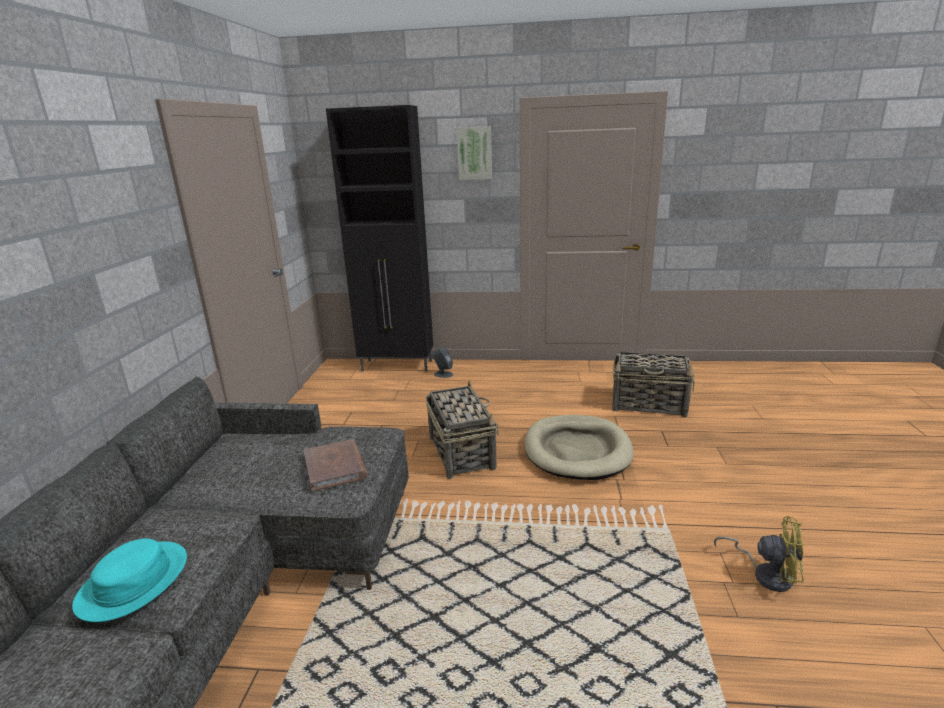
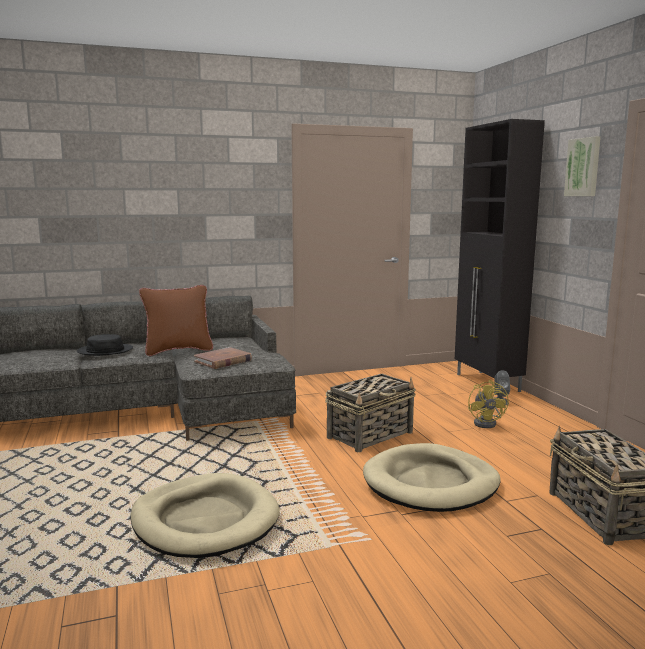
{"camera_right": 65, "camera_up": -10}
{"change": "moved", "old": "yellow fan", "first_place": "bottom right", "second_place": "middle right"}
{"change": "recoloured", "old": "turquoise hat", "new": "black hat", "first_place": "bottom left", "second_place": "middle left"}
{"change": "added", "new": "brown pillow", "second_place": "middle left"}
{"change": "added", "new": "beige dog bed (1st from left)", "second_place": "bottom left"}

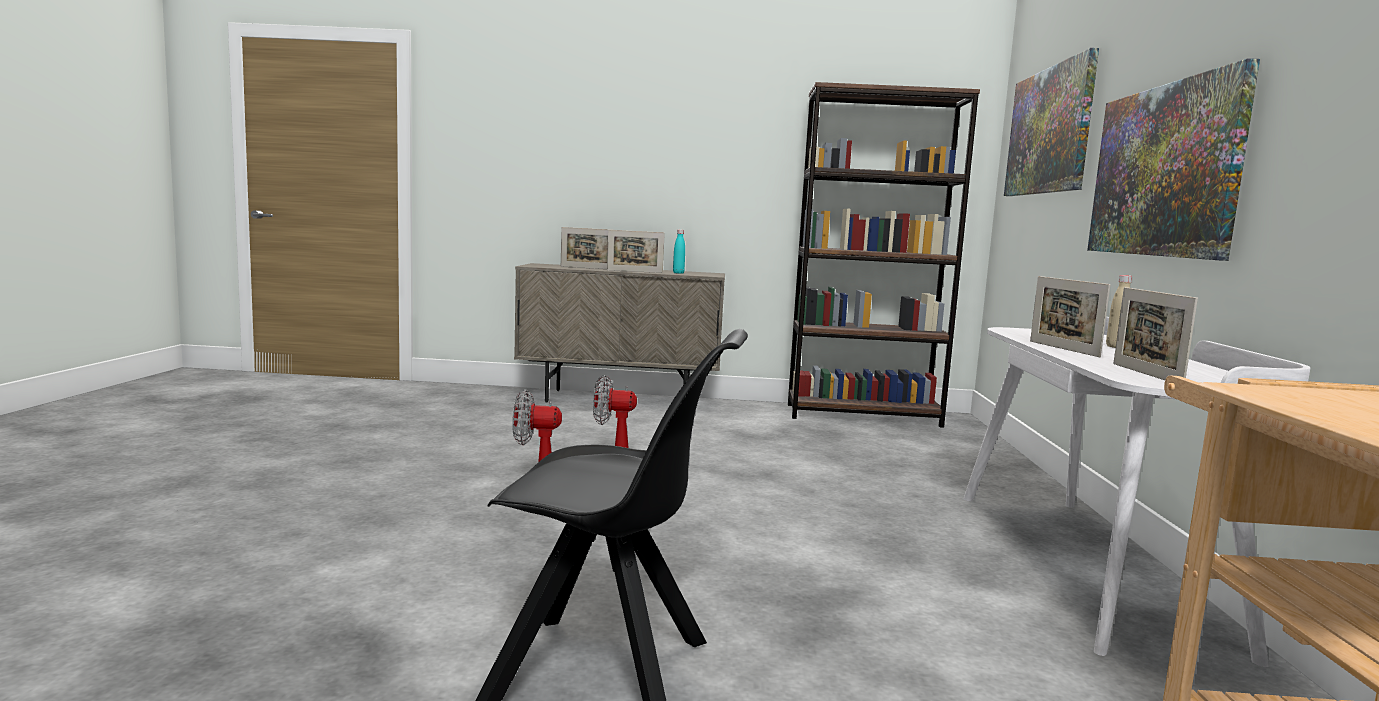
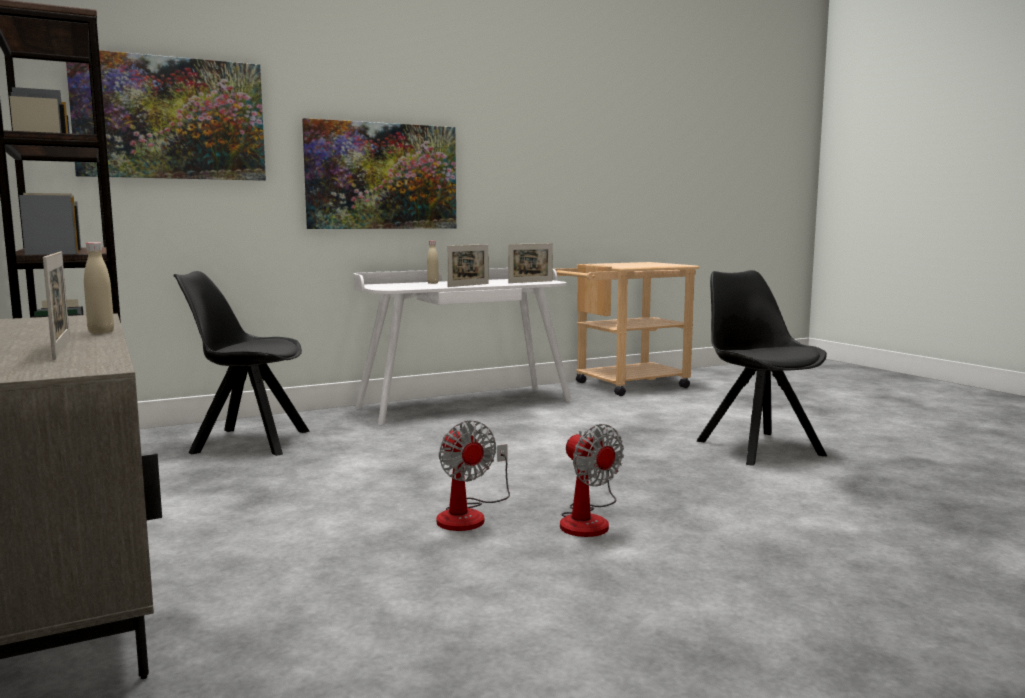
{"camera_right": -120, "camera_up": 0}
{"change": "replaced", "old": "picture frame (2nd from left)", "new": "beige bottle (1st from left)", "first_place": "centre", "second_place": "middle left"}
{"change": "removed", "old": "turquoise bottle", "first_place": "centre"}
{"change": "added", "new": "black chair (1st from left)", "second_place": "middle left"}

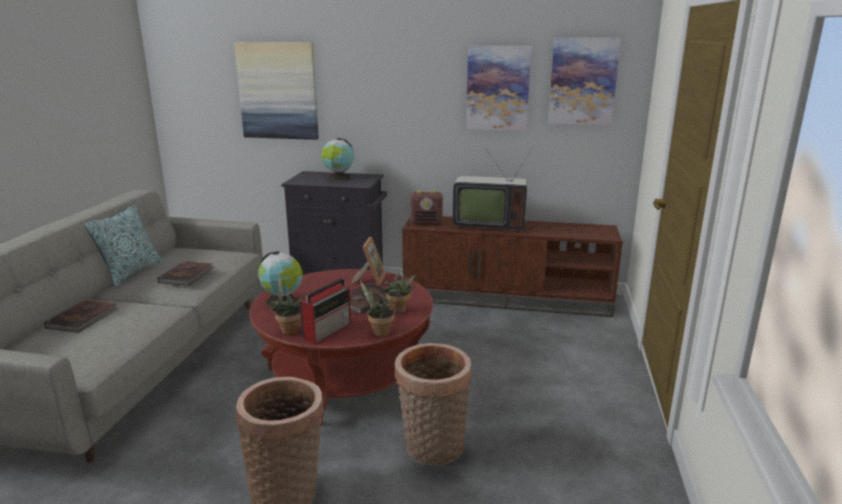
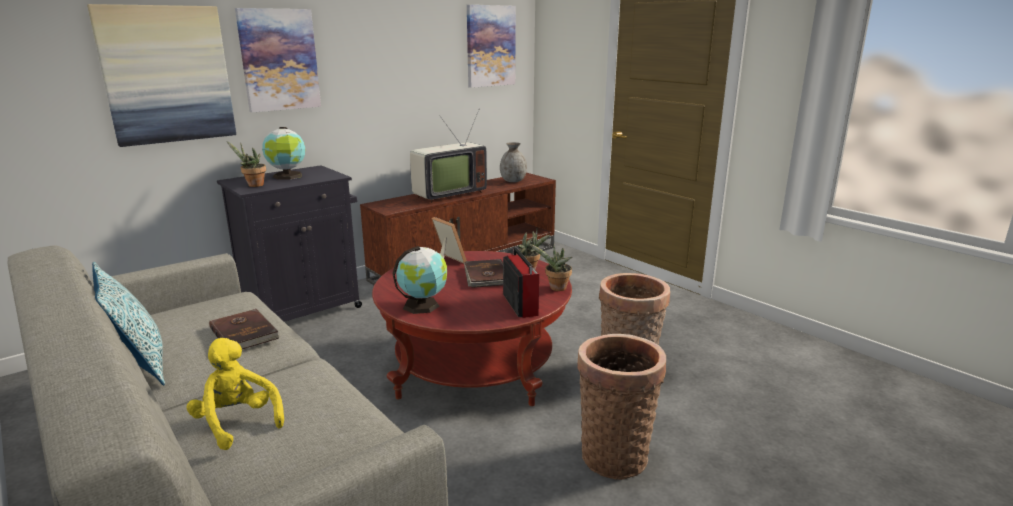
{"camera_right": -50, "camera_up": 0}
{"change": "moved", "old": "picture (2nd from left)", "first_place": "top centre", "second_place": "top left"}
{"change": "removed", "old": "radio (2nd from left)", "first_place": "centre"}
{"change": "moved", "old": "potted plant (1st from left)", "first_place": "centre", "second_place": "top left"}
{"change": "replaced", "old": "brown book (1st from left)", "new": "yellow plush toy", "first_place": "middle left", "second_place": "bottom left"}
{"change": "added", "new": "grey vase", "second_place": "top centre"}

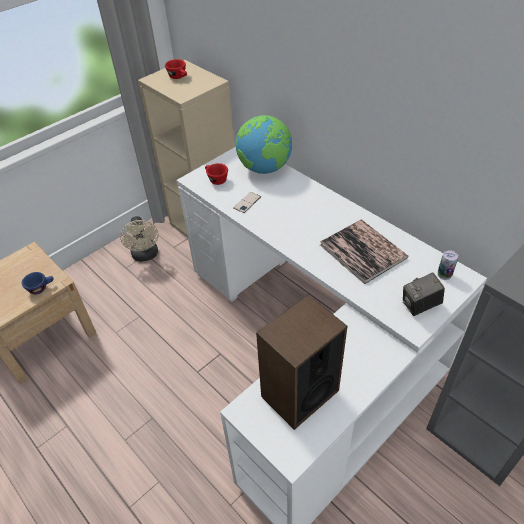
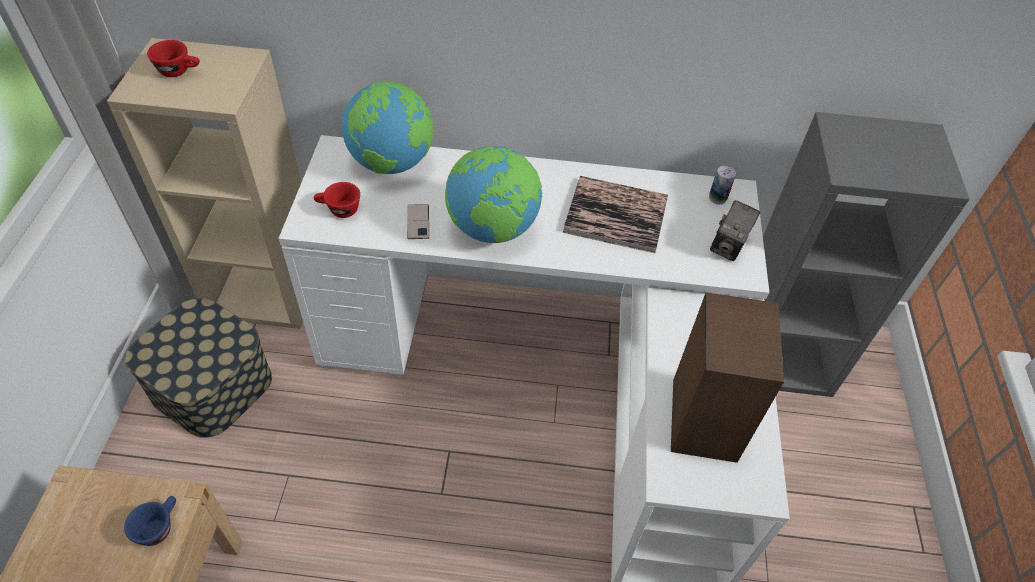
{"camera_right": -45, "camera_up": 5}
{"change": "replaced", "old": "beige fan", "new": "storage box", "first_place": "middle left", "second_place": "middle left"}
{"change": "added", "new": "globe (2nd from left)", "second_place": "centre"}

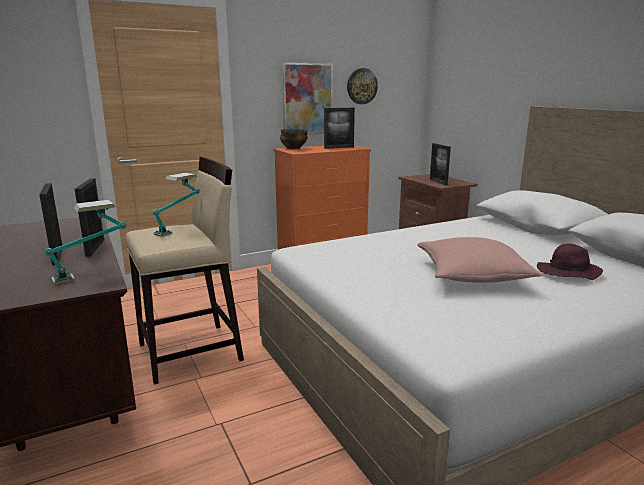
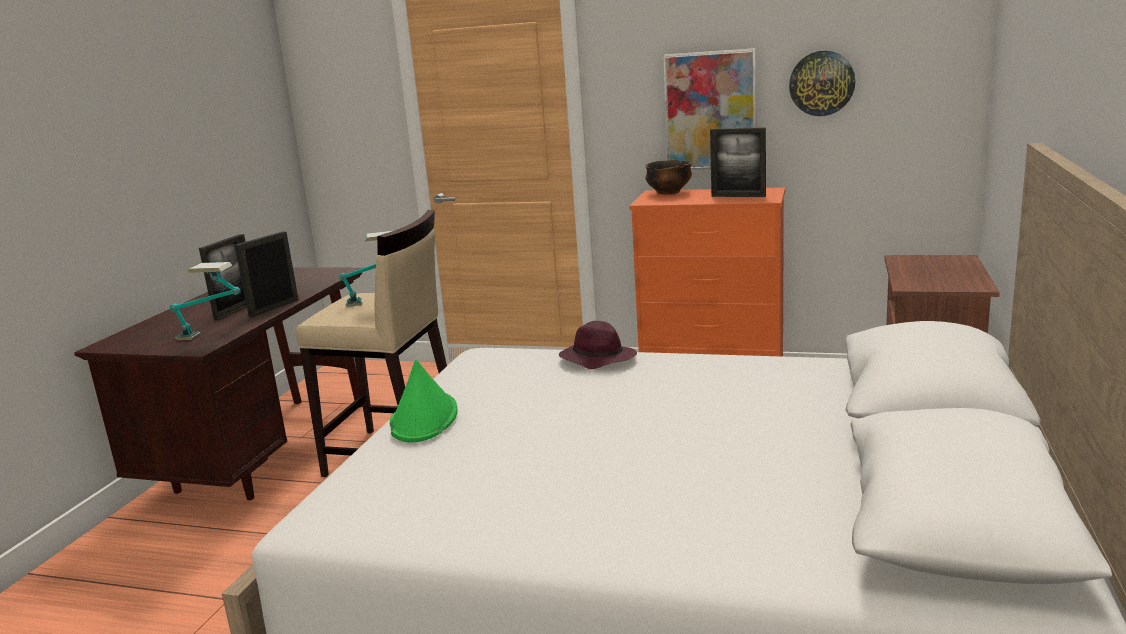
{"camera_right": 45, "camera_up": 0}
{"change": "removed", "old": "picture frame (4th from left)", "first_place": "middle right"}
{"change": "removed", "old": "pink pillow", "first_place": "middle right"}
{"change": "moved", "old": "purple hat", "first_place": "middle right", "second_place": "centre"}
{"change": "added", "new": "green hat", "second_place": "centre"}

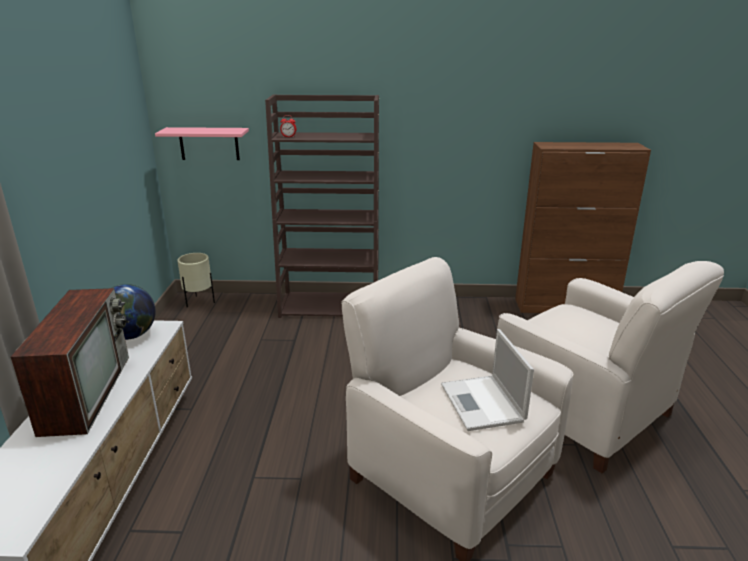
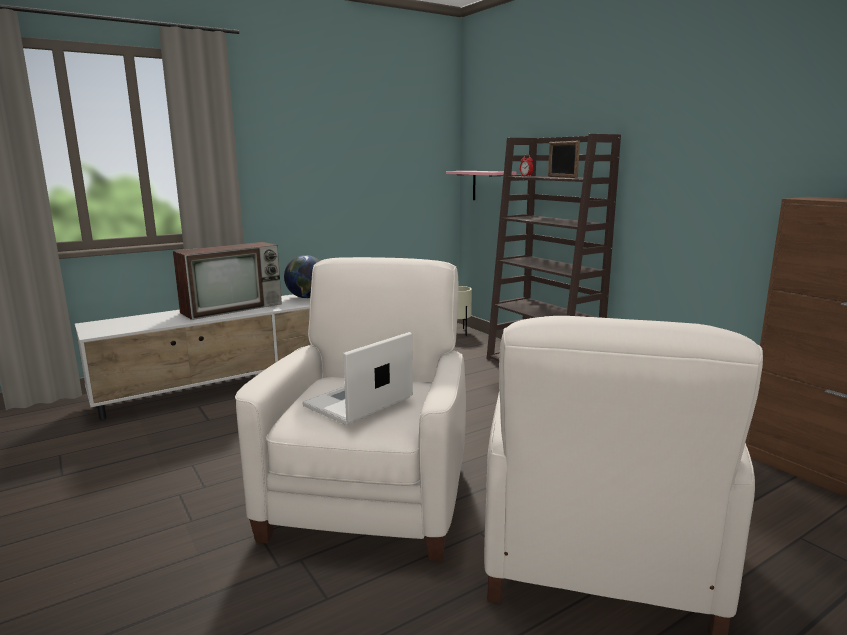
{"camera_right": 55, "camera_up": -10}
{"change": "added", "new": "picture frame", "second_place": "top centre"}

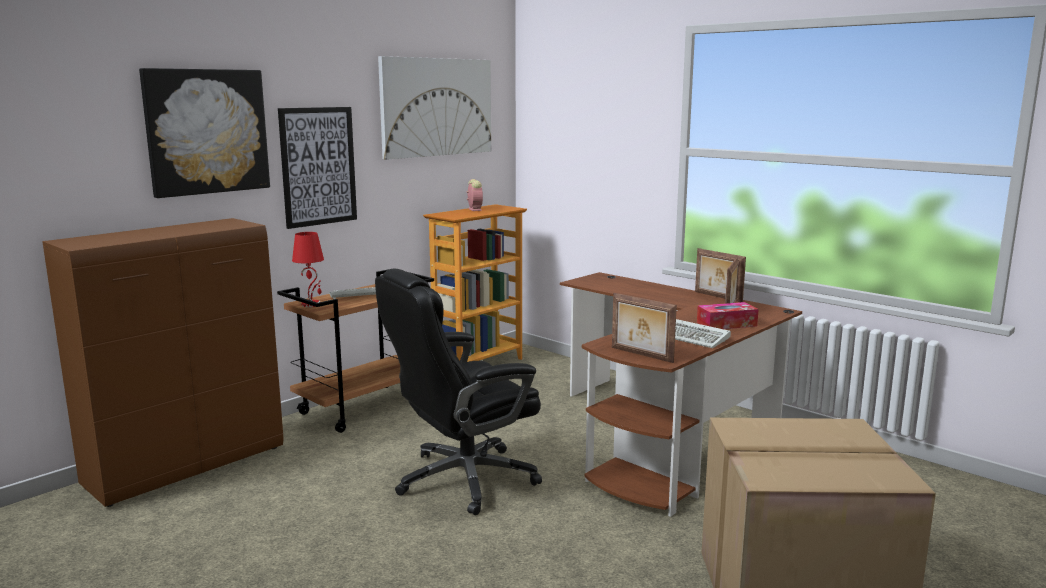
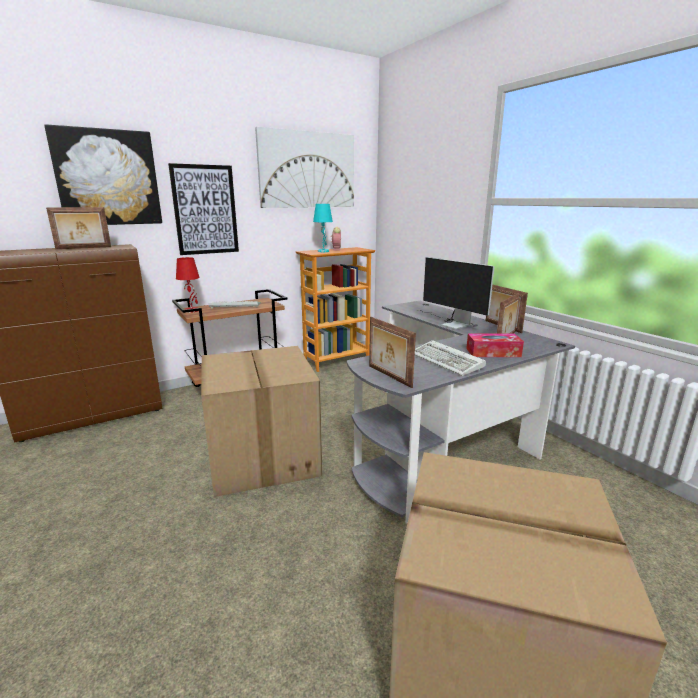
{"camera_right": 15, "camera_up": 5}
{"change": "replaced", "old": "black office chair", "new": "cardboard box (1st from left)", "first_place": "bottom centre", "second_place": "centre"}
{"change": "recoloured", "old": "brown desk", "new": "grey desk", "first_place": "bottom centre", "second_place": "centre"}
{"change": "added", "new": "turquoise table lamp", "second_place": "top centre"}
{"change": "added", "new": "picture frame (1st from left)", "second_place": "top left"}
{"change": "added", "new": "monitor", "second_place": "centre"}

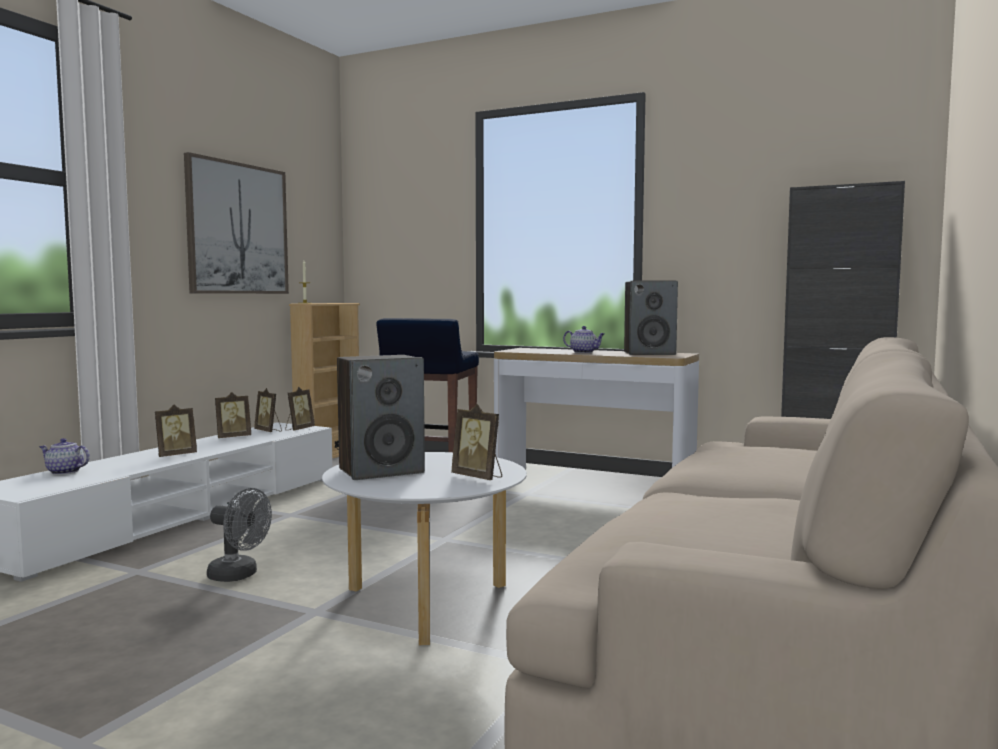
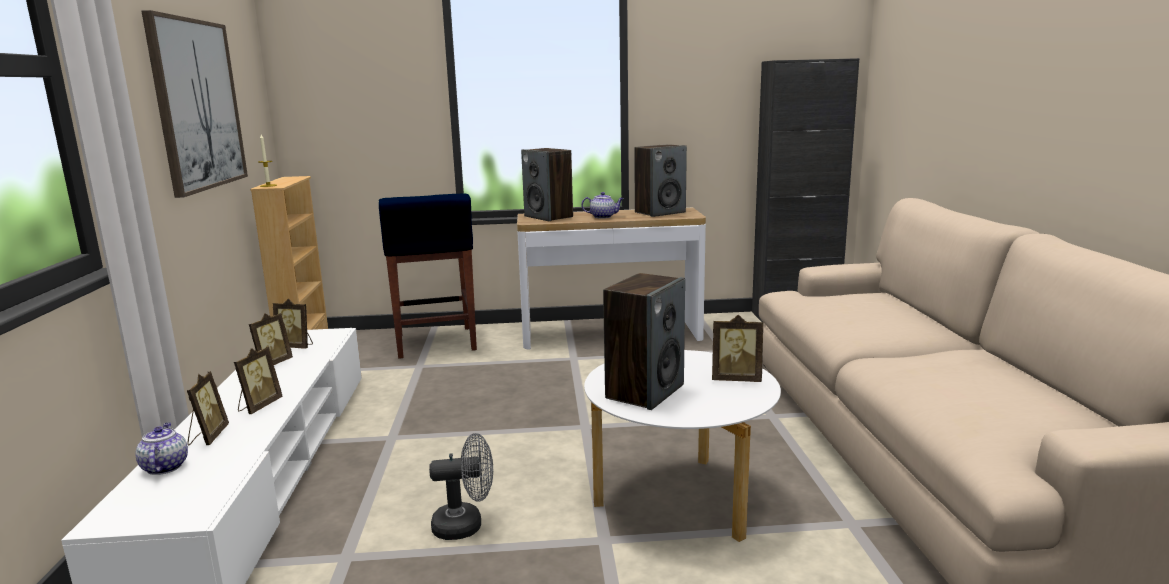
{"camera_right": -30, "camera_up": 10}
{"change": "moved", "old": "picture frame (4th from left in the first image)", "new": "picture frame (1st from left)", "first_place": "middle left", "second_place": "bottom left"}
{"change": "turned", "old": "teapot (1st from left)", "first_place": "middle left", "second_place": "bottom left", "degrees": 90}
{"change": "added", "new": "speaker (1st from left)", "second_place": "top centre"}

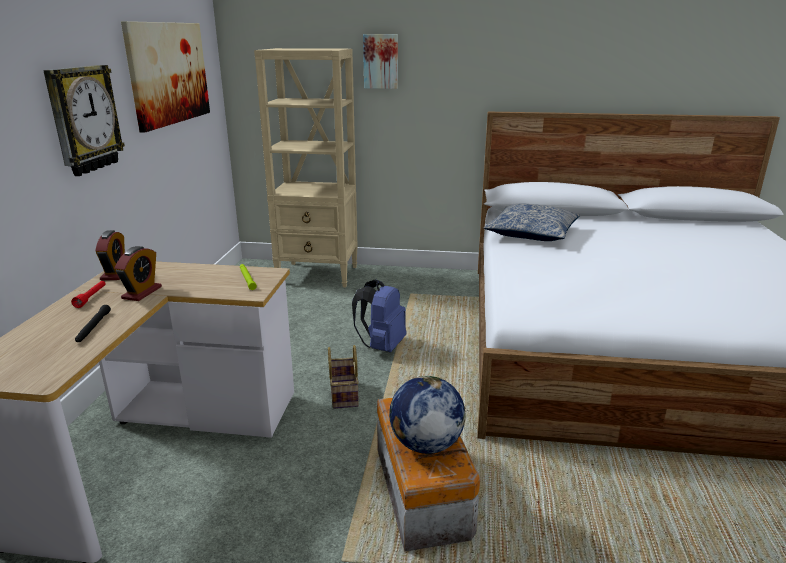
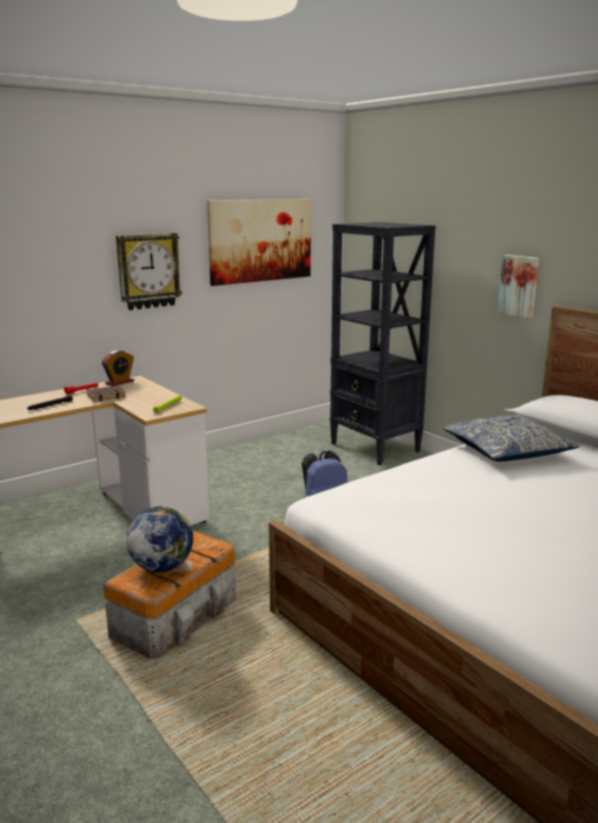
{"camera_right": 45, "camera_up": -5}
{"change": "moved", "old": "picture (2nd from left)", "first_place": "top centre", "second_place": "middle right"}
{"change": "recoloured", "old": "beige bookcase", "new": "black bookcase", "first_place": "top centre", "second_place": "centre"}
{"change": "replaced", "old": "alarm clock (2nd from left)", "new": "brown book", "first_place": "middle left", "second_place": "middle left"}
{"change": "removed", "old": "basket", "first_place": "bottom centre"}

